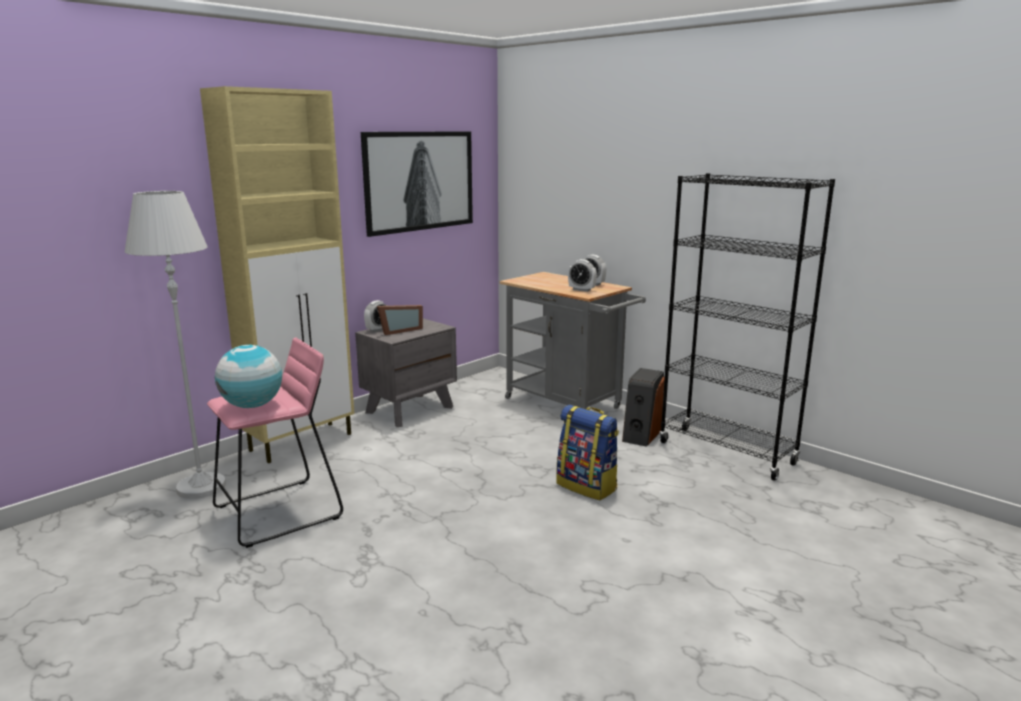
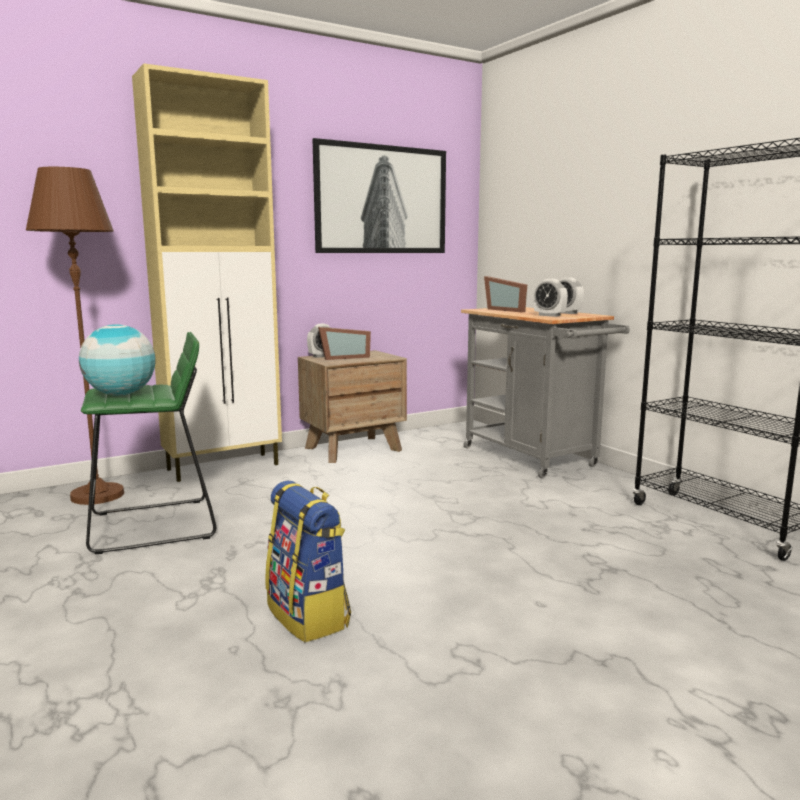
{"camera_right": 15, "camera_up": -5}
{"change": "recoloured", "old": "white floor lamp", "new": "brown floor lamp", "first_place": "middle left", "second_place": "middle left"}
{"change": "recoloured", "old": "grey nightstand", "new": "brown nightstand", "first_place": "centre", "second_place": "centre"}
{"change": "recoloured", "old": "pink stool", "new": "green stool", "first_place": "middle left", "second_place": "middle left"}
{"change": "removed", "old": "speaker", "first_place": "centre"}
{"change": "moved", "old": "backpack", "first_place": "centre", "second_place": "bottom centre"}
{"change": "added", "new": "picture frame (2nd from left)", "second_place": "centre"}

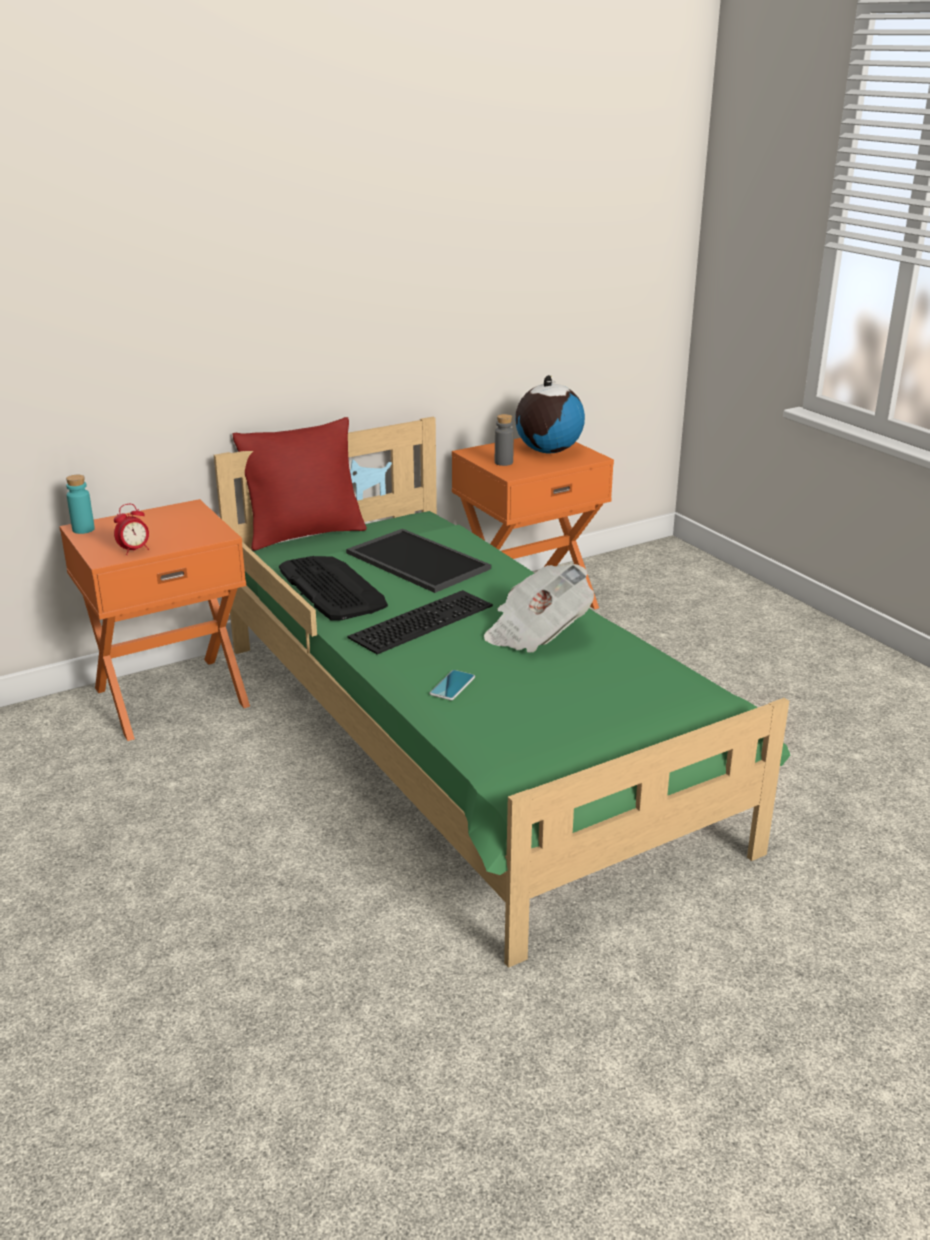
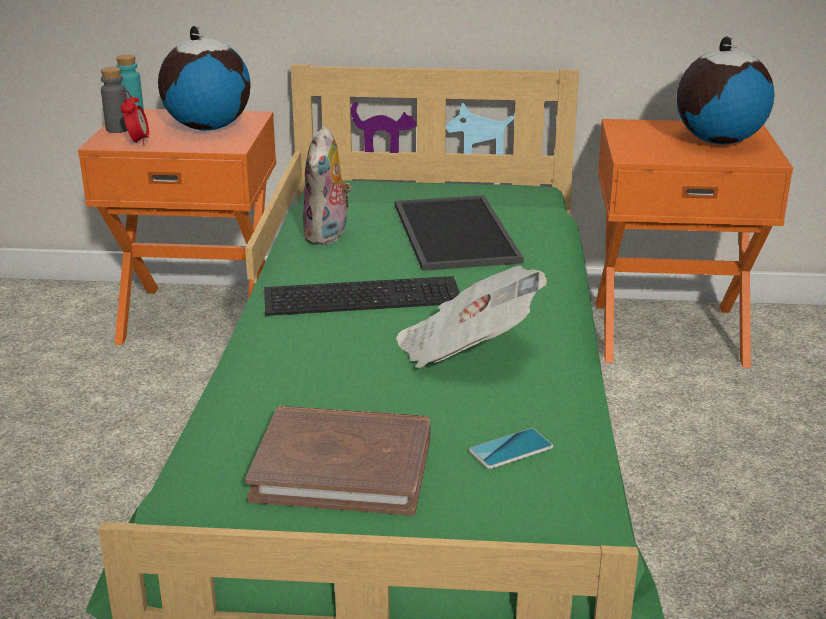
{"camera_right": 35, "camera_up": 0}
{"change": "moved", "old": "grey bottle", "first_place": "centre", "second_place": "top left"}
{"change": "removed", "old": "red pillow", "first_place": "middle left"}
{"change": "turned", "old": "alarm clock", "first_place": "middle left", "second_place": "top left", "degrees": -90}
{"change": "replaced", "old": "keyboard (1st from left)", "new": "plush toy", "first_place": "centre", "second_place": "top centre"}
{"change": "moved", "old": "phone", "first_place": "centre", "second_place": "bottom centre"}
{"change": "added", "new": "globe (1st from left)", "second_place": "top left"}
{"change": "added", "new": "brown book", "second_place": "bottom centre"}

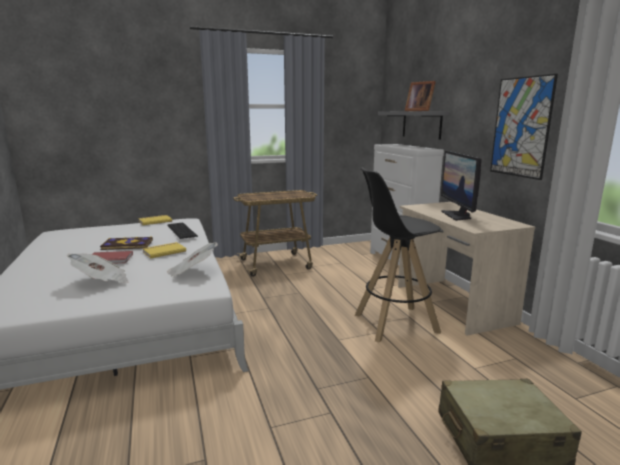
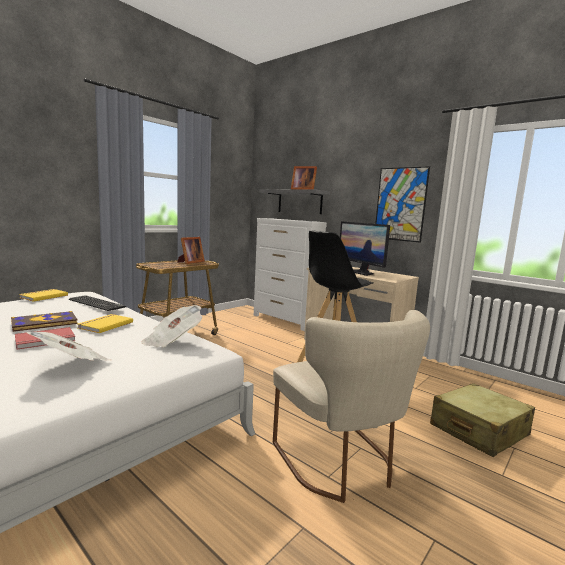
{"camera_right": -30, "camera_up": -5}
{"change": "added", "new": "picture frame (1st from left)", "second_place": "centre"}
{"change": "added", "new": "beige chair", "second_place": "bottom centre"}

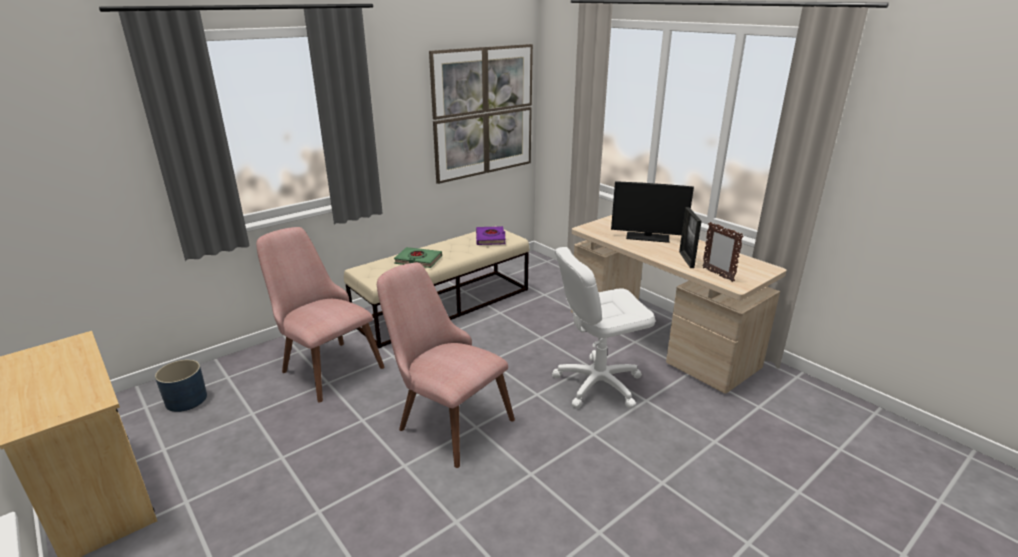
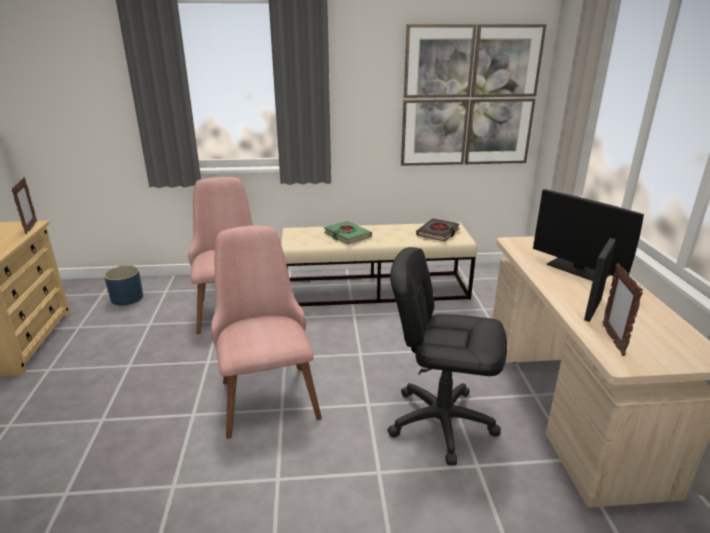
{"camera_right": 35, "camera_up": 0}
{"change": "recoloured", "old": "purple book", "new": "black book", "first_place": "centre", "second_place": "centre"}
{"change": "recoloured", "old": "white office chair", "new": "black office chair", "first_place": "centre", "second_place": "bottom centre"}
{"change": "added", "new": "picture frame (1st from left)", "second_place": "middle left"}

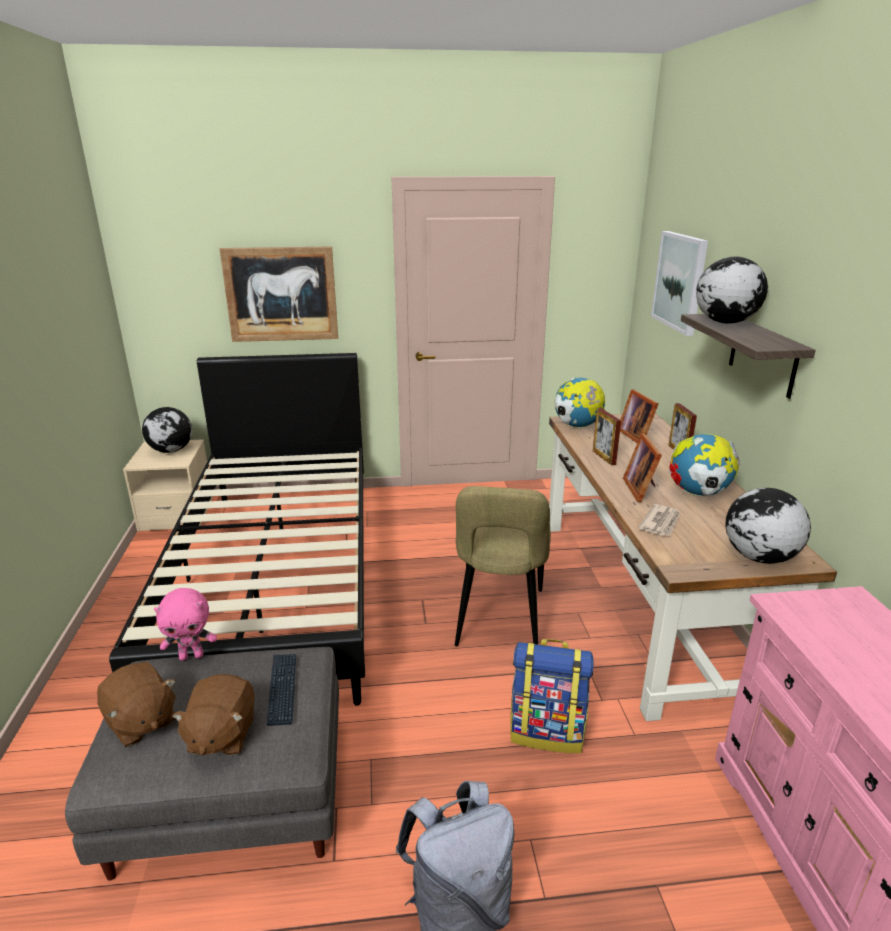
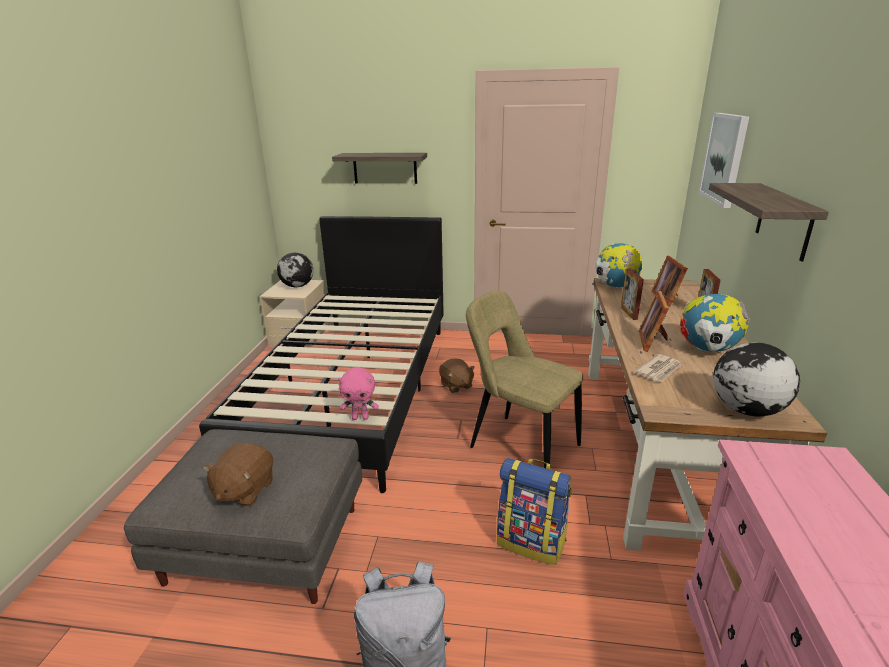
{"camera_right": 15, "camera_up": 0}
{"change": "replaced", "old": "picture (1st from left)", "new": "shelf (1st from left)", "first_place": "top left", "second_place": "top centre"}
{"change": "removed", "old": "globe (4th from left)", "first_place": "top right"}
{"change": "turned", "old": "beige chair", "first_place": "centre", "second_place": "centre", "degrees": 105}
{"change": "moved", "old": "pink plush toy", "first_place": "bottom left", "second_place": "centre"}
{"change": "removed", "old": "keyboard", "first_place": "bottom left"}
{"change": "moved", "old": "brown plush toy (1st from left in the first image)", "new": "brown plush toy (2nd from left)", "first_place": "bottom left", "second_place": "centre"}

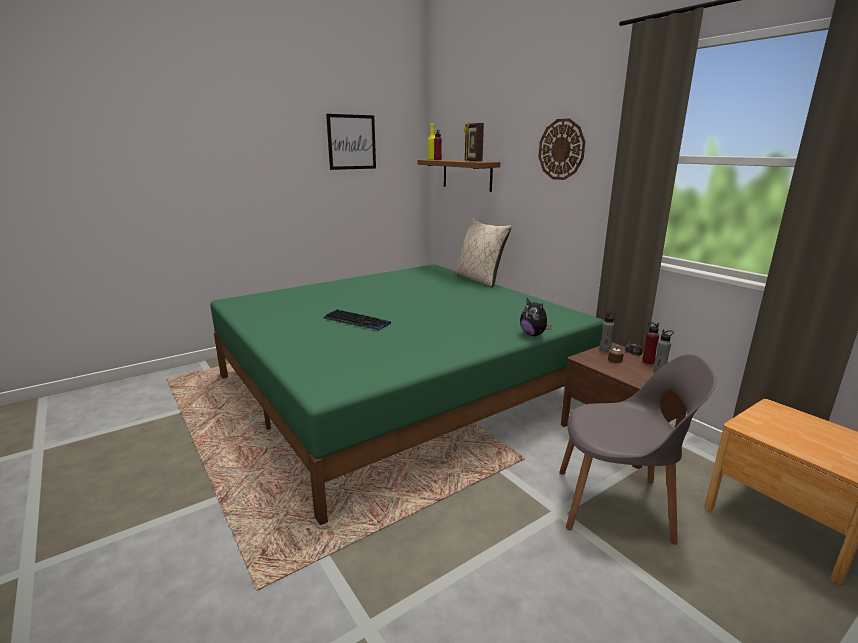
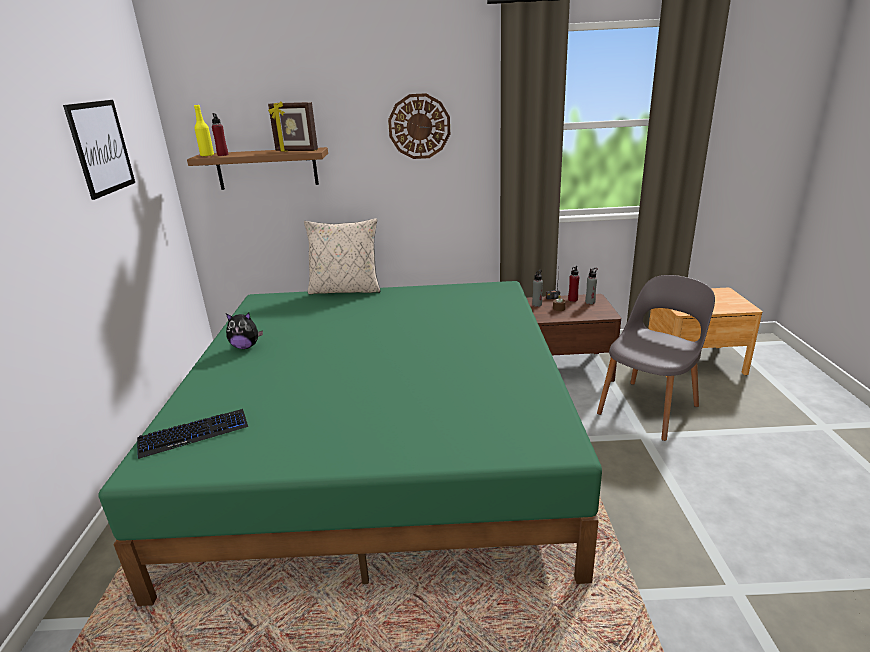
{"camera_right": -55, "camera_up": 5}
{"change": "moved", "old": "plush toy", "first_place": "centre", "second_place": "middle left"}
{"change": "moved", "old": "keyboard", "first_place": "centre", "second_place": "middle left"}

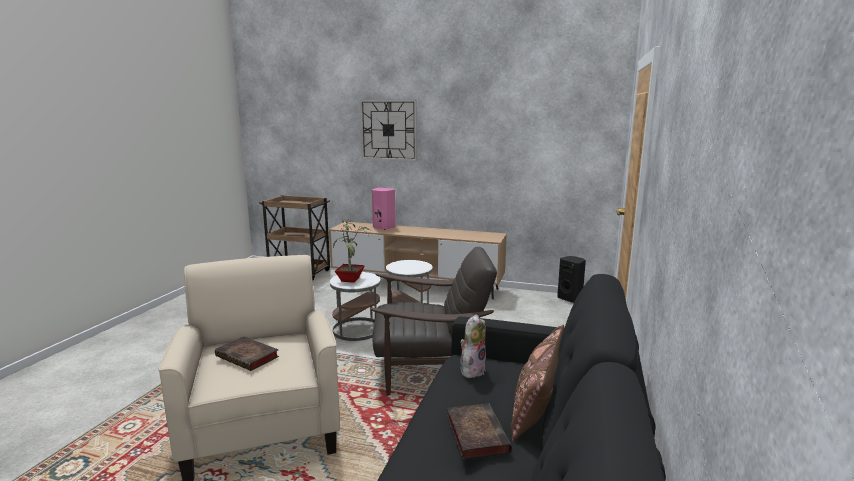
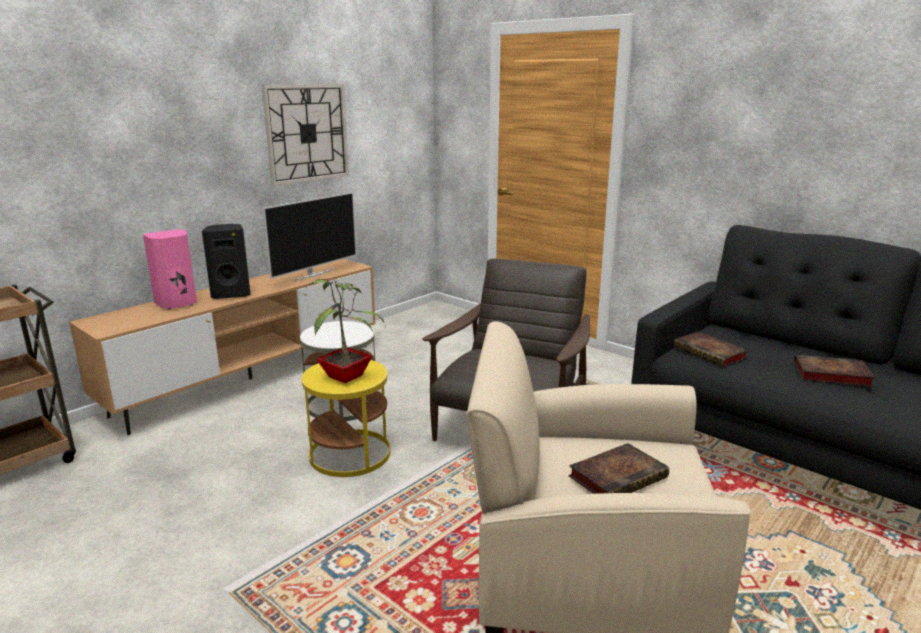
{"camera_right": -65, "camera_up": 5}
{"change": "moved", "old": "wall clock", "first_place": "top centre", "second_place": "top left"}
{"change": "moved", "old": "black speaker", "first_place": "middle right", "second_place": "middle left"}
{"change": "recoloured", "old": "white side table (1st from left)", "new": "yellow side table", "first_place": "centre", "second_place": "centre"}
{"change": "replaced", "old": "plush toy", "new": "book (2nd from left)", "first_place": "bottom centre", "second_place": "middle right"}
{"change": "removed", "old": "brown pillow", "first_place": "bottom centre"}
{"change": "added", "new": "television", "second_place": "centre"}

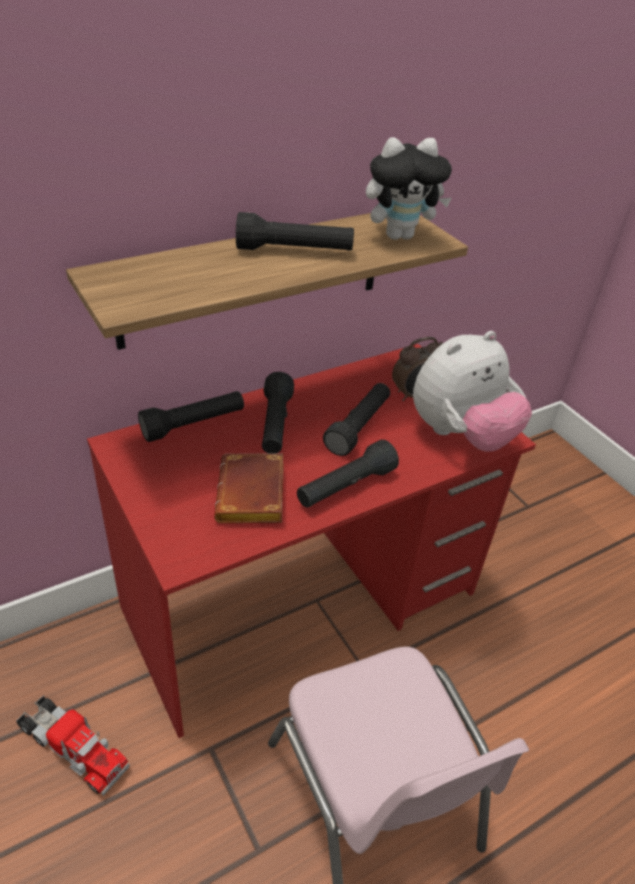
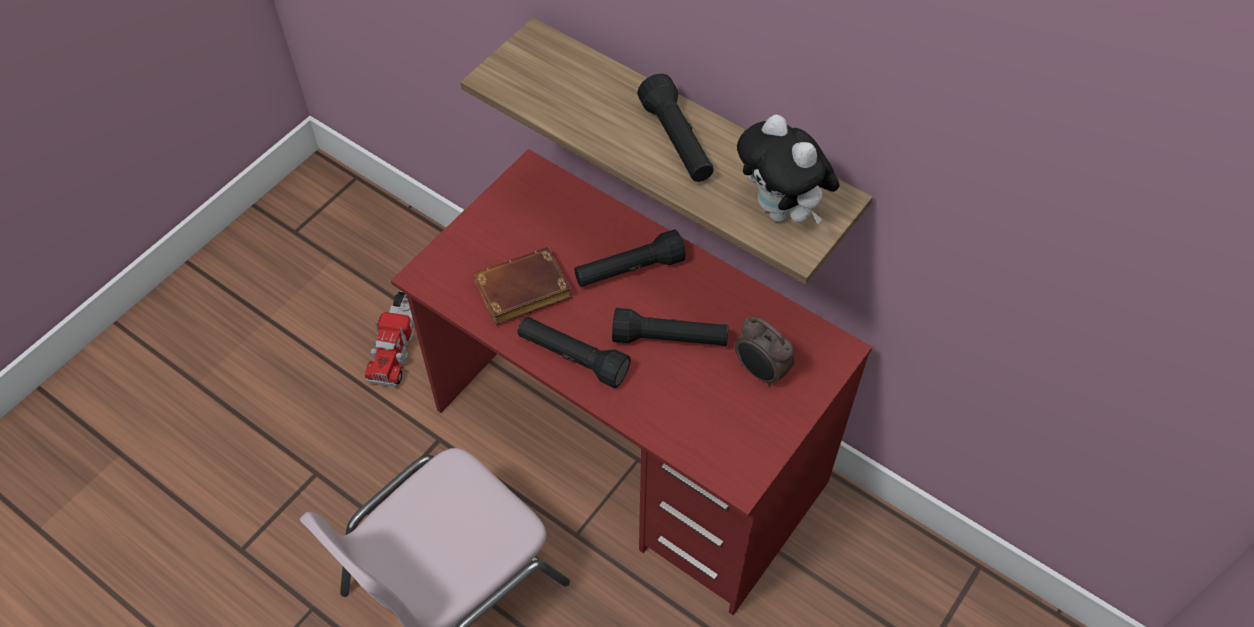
{"camera_right": 70, "camera_up": 15}
{"change": "removed", "old": "plush toy (2nd from left)", "first_place": "middle right"}
{"change": "removed", "old": "black flashlight (1st from left)", "first_place": "middle left"}

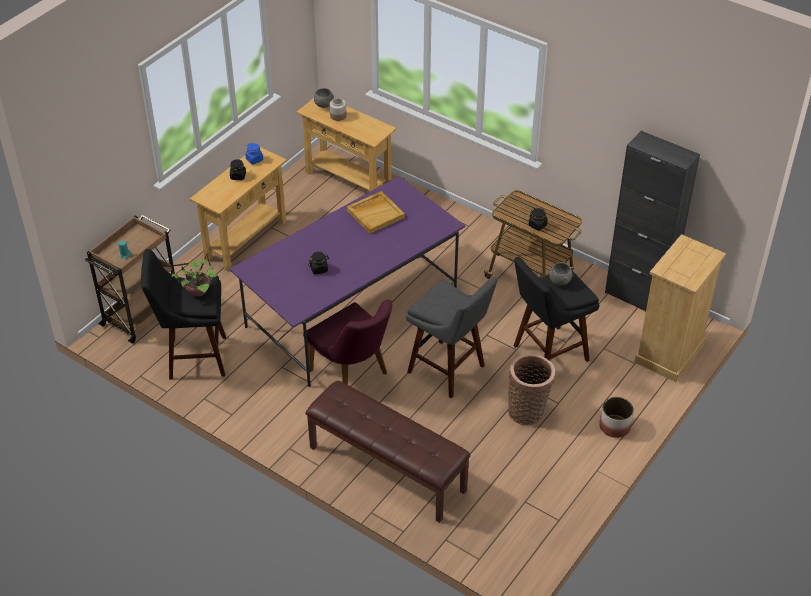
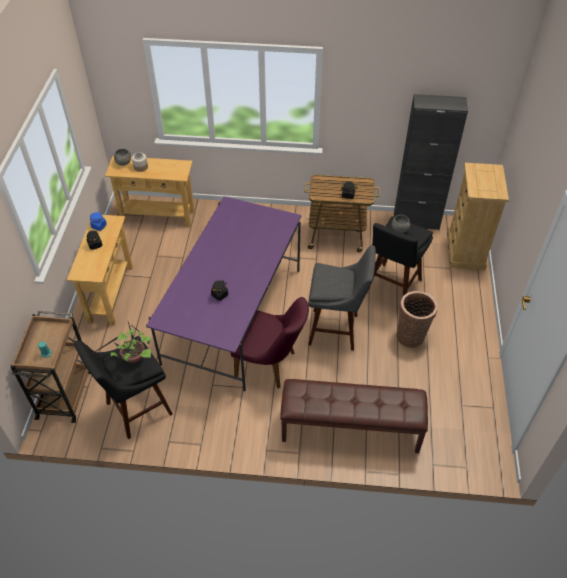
{"camera_right": -30, "camera_up": 5}
{"change": "removed", "old": "beige tray", "first_place": "centre"}
{"change": "removed", "old": "planter", "first_place": "bottom right"}

